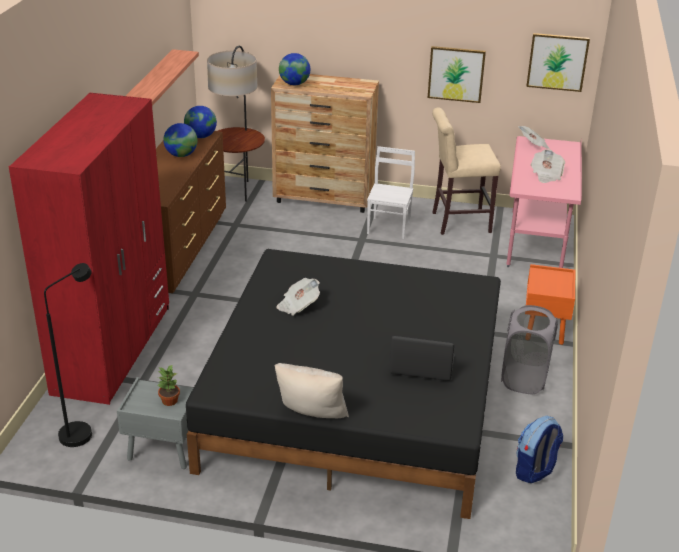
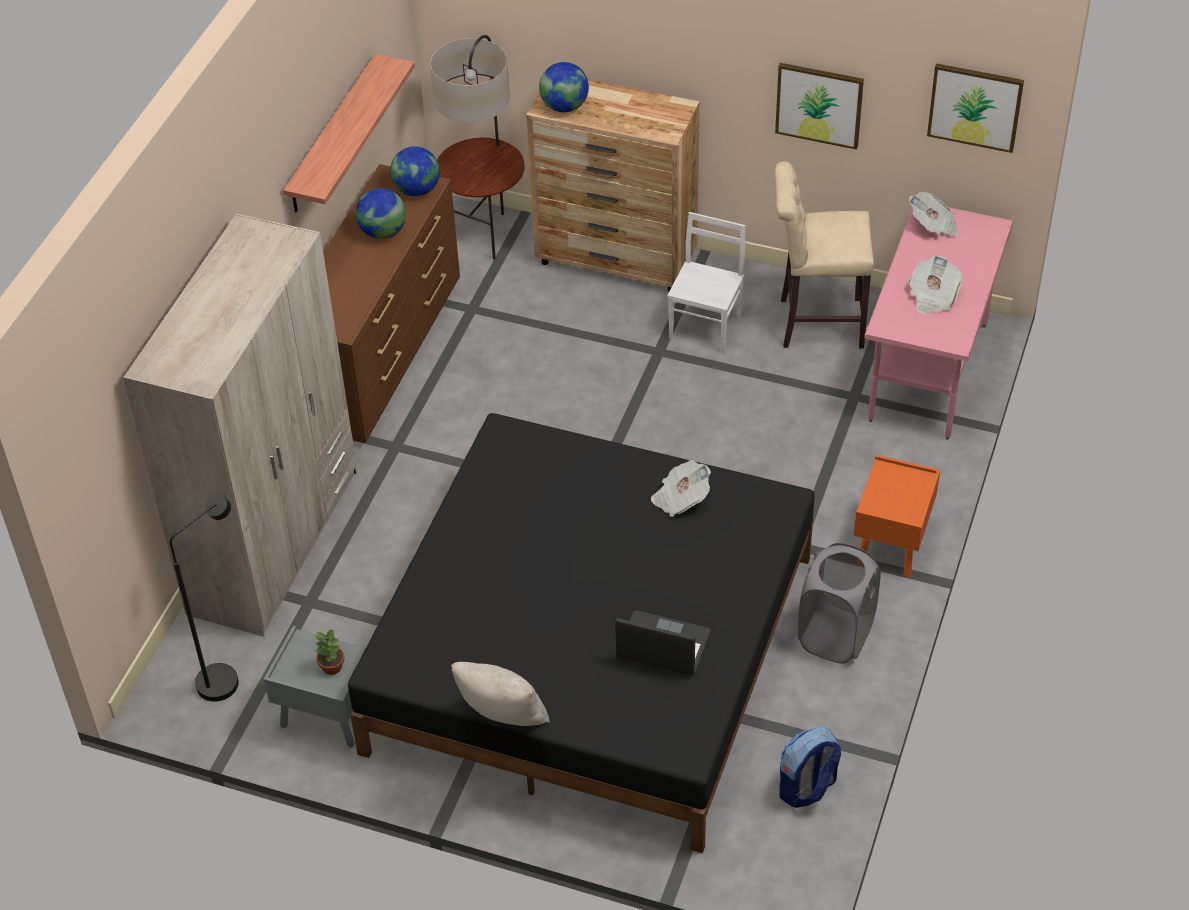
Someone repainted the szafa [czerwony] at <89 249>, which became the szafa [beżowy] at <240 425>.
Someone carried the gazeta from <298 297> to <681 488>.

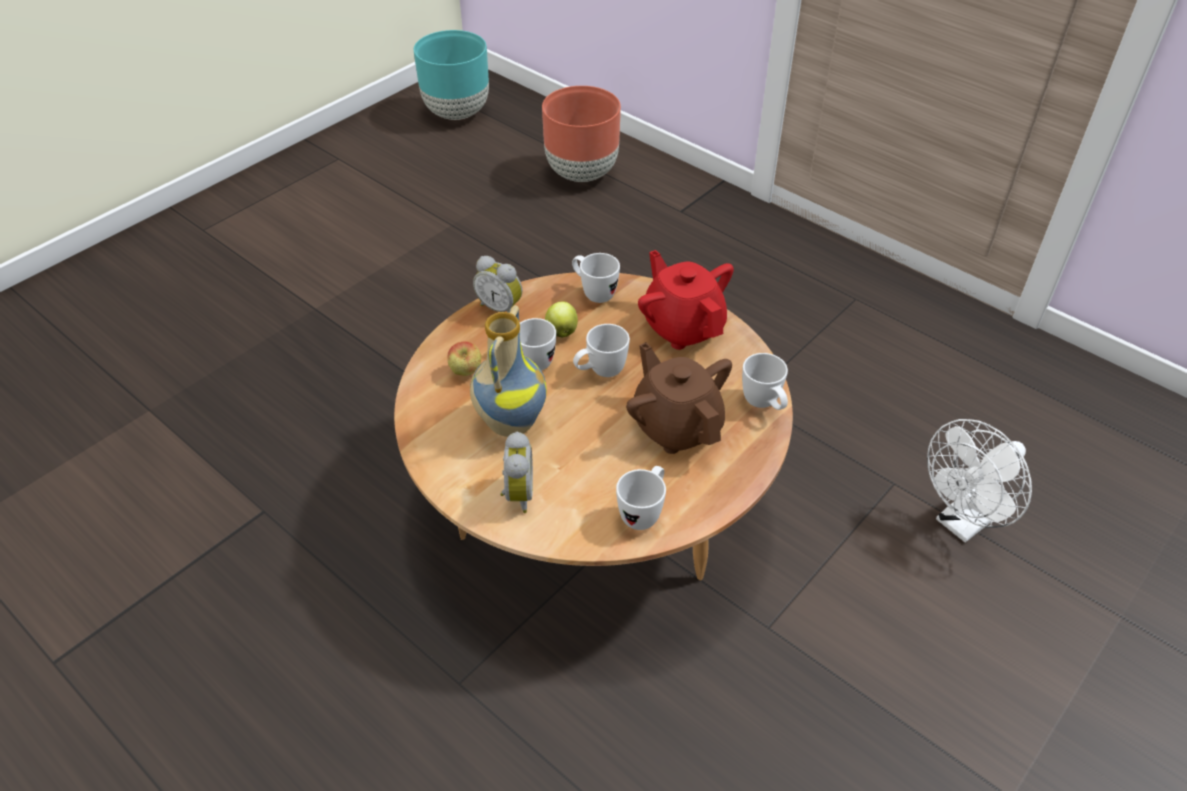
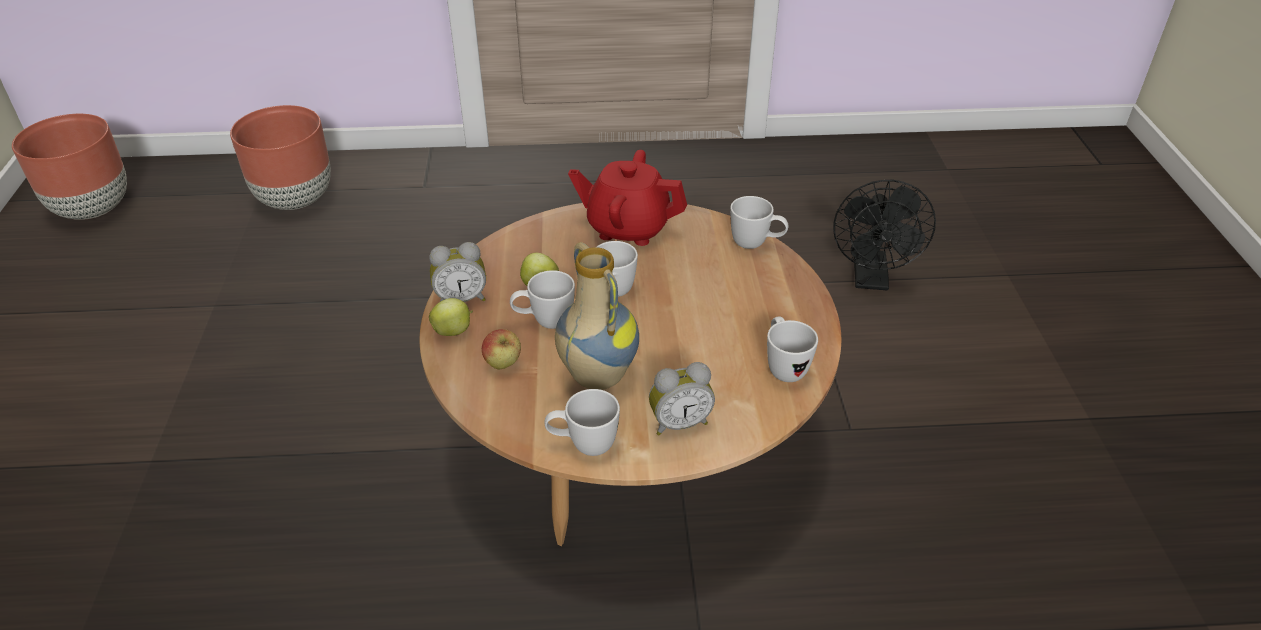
Someone repainted the donica [turkusowy] at <451 75>, which became the donica [brązowy] at <69 167>.
Someone put down the jabłko at <451 317>.
Someone carried the kubek [biały] from <596 278> to <582 422>.
Someone rotated the budzik at <516 472> by 120 degrees clockwise.
Someone repainted the wentylator [biały] at <979 481>, which became the wentylator [czarny] at <884 235>.
Someone took away the imbryk [brązowy] at <679 398>.

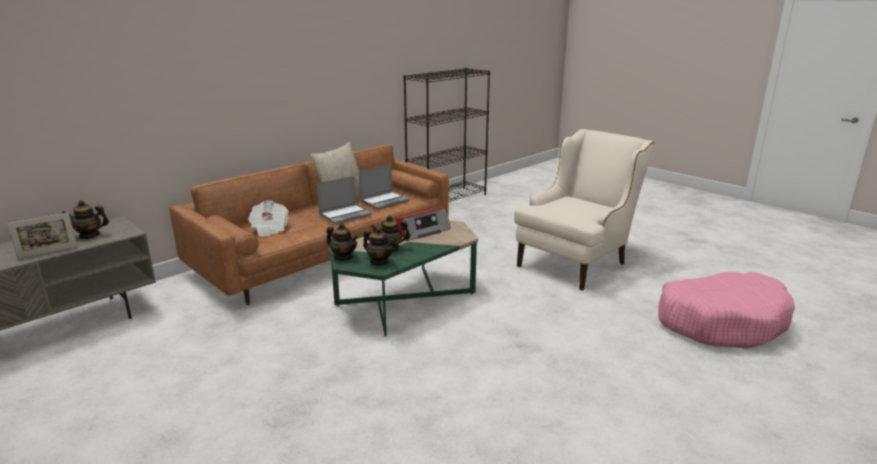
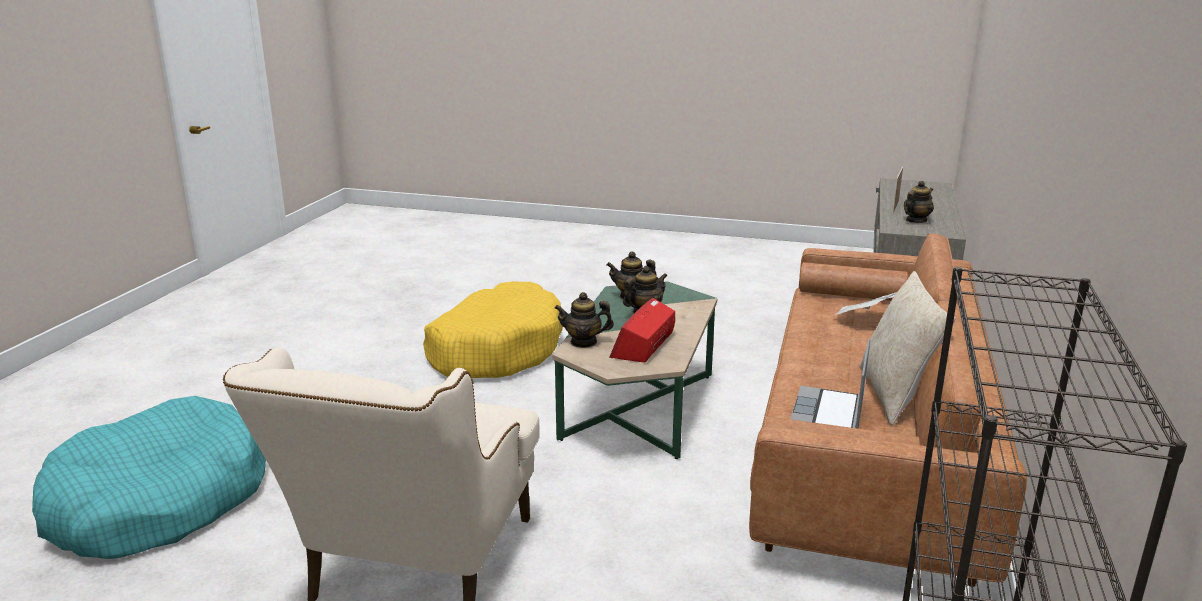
Someone repainted the legowisko [różowy] at <726 310>, which became the legowisko [turkusowy] at <149 477>.
Someone put down the legowisko [żółty] at <493 330>.
Someone carried the imbryk from <342 242> to <584 320>.
Someone took away the laptop at <344 200>.

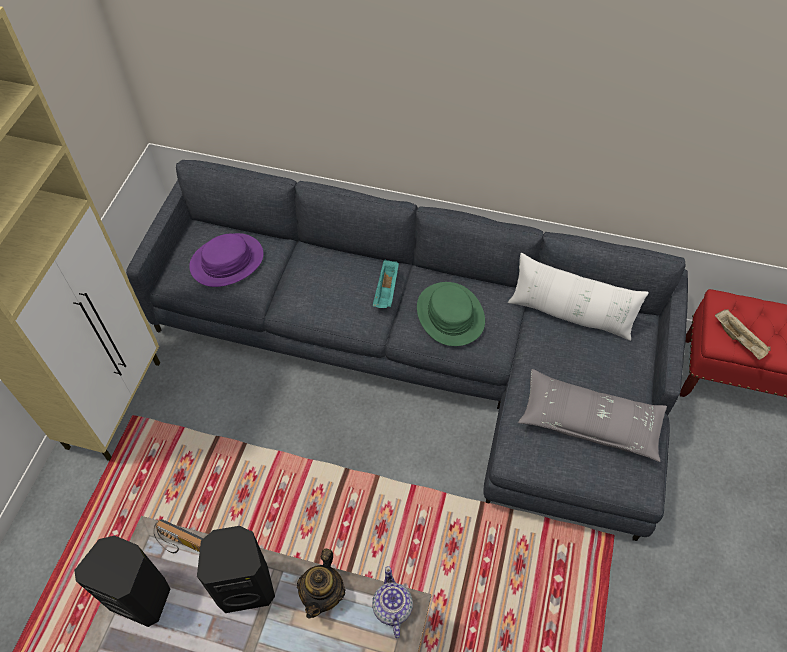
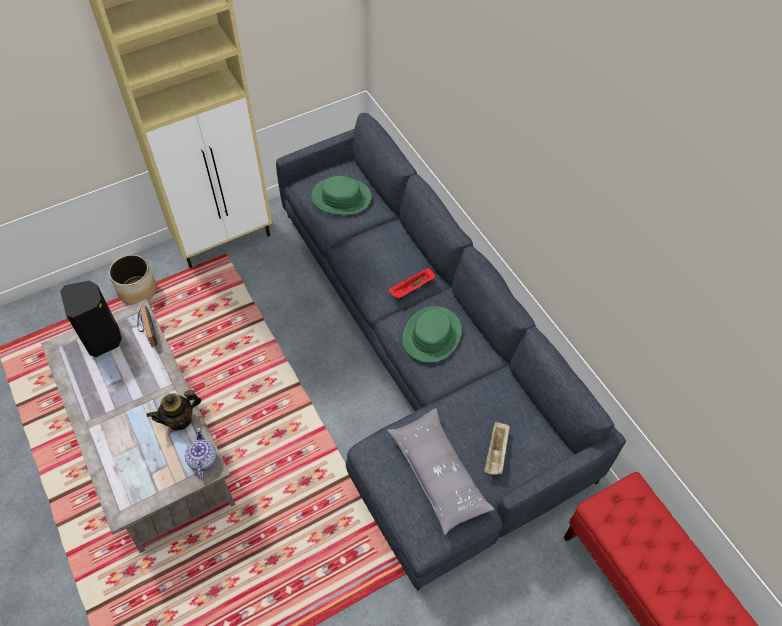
Someone put down the donica at <133 280>.
Someone rotated the imbryk at <392 602> by 45 degrees counterclockwise.
Someone repainted the kapelusz [fioletowy] at <226 260>, which became the kapelusz [zielony] at <342 195>.
Someone repainted the taca [turkusowy] at <386 283>, which became the taca [czerwony] at <411 283>.
Someone carried the taca [beżowy] from <743 334> to <497 448>.
Someone took away the głośnik [czarny] at <236 569>.
Someone took away the poduszka [biały] at <578 297>.

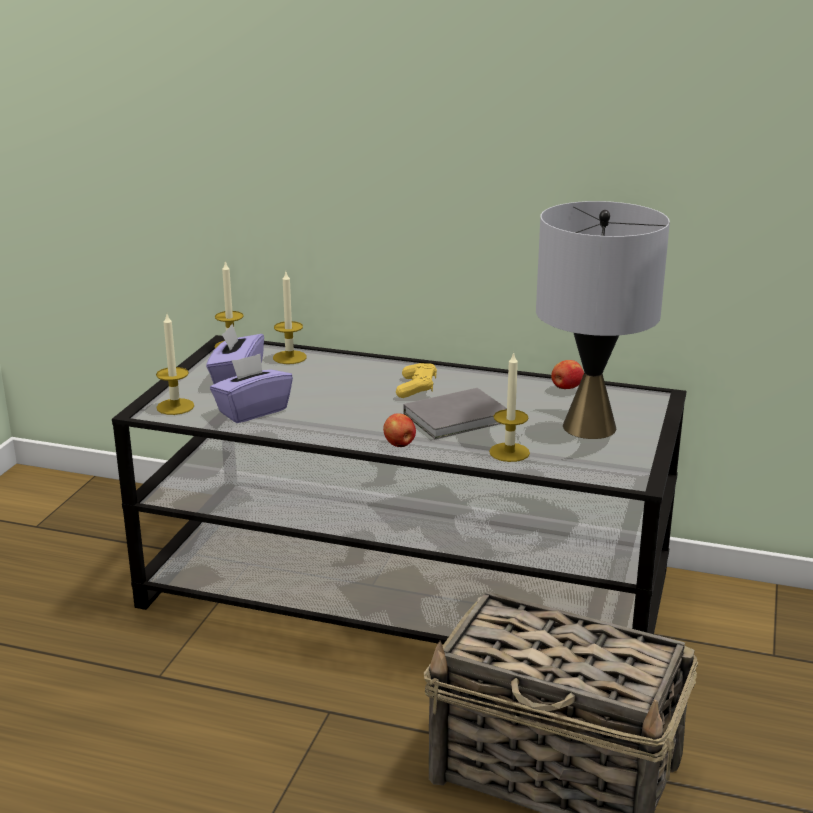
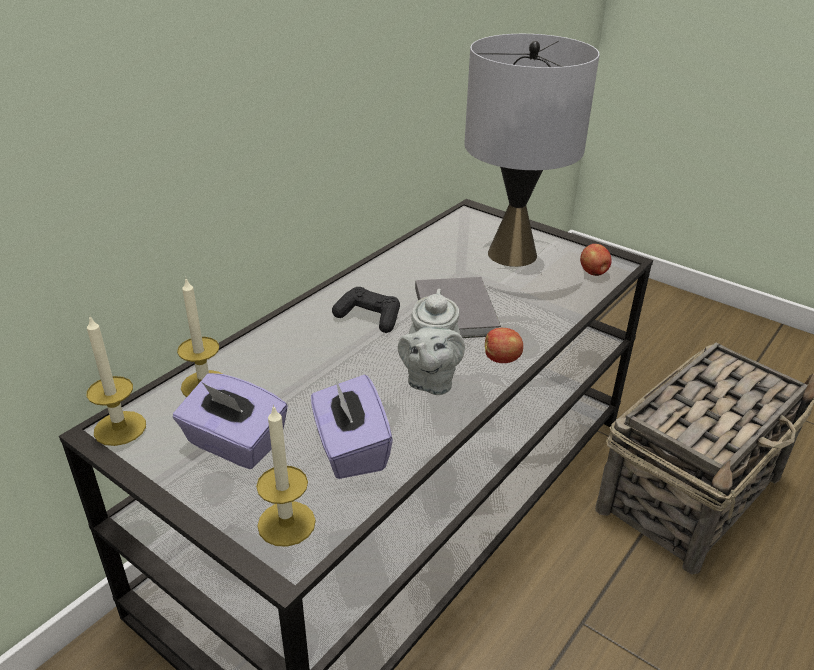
Someone repainted the pad do gier [żółty] at <416 380>, which became the pad do gier [czarny] at <366 310>.
Someone put down the imbryk [szary] at <431 342>.
Someone carried the jabłko from <567 374> to <596 260>.
Someone took away the świeca at <509 407>.

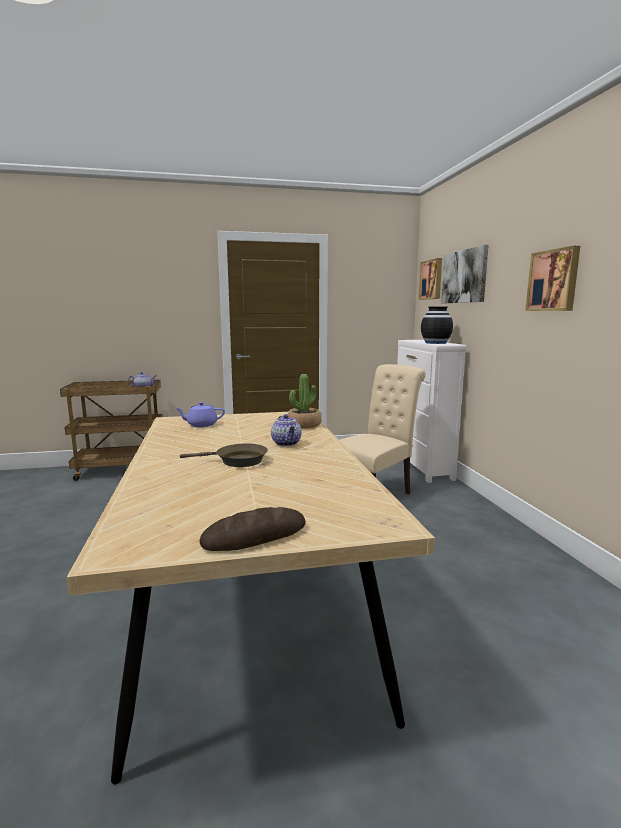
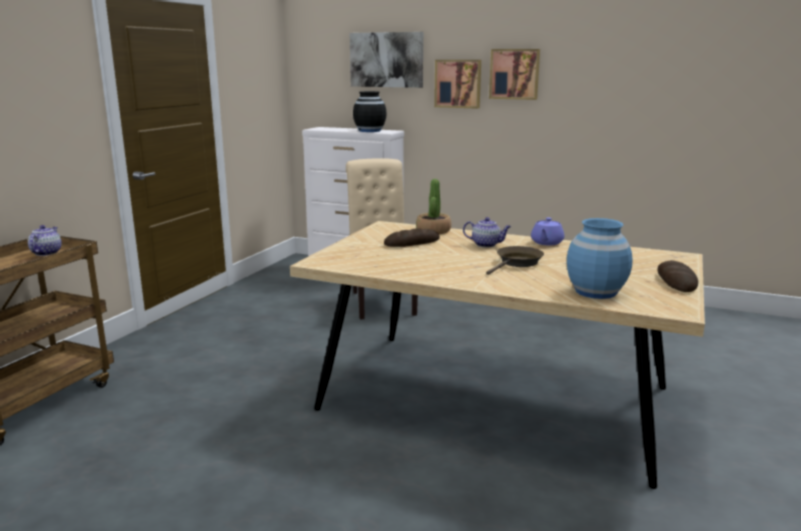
Someone put down the chleb at <412 237>.
Someone carried the obraz from <430 279> to <457 84>.
Someone carried the imbryk [fioletowy] from <200 414> to <547 231>.
Someone put down the wazon [niebieski] at <600 258>.

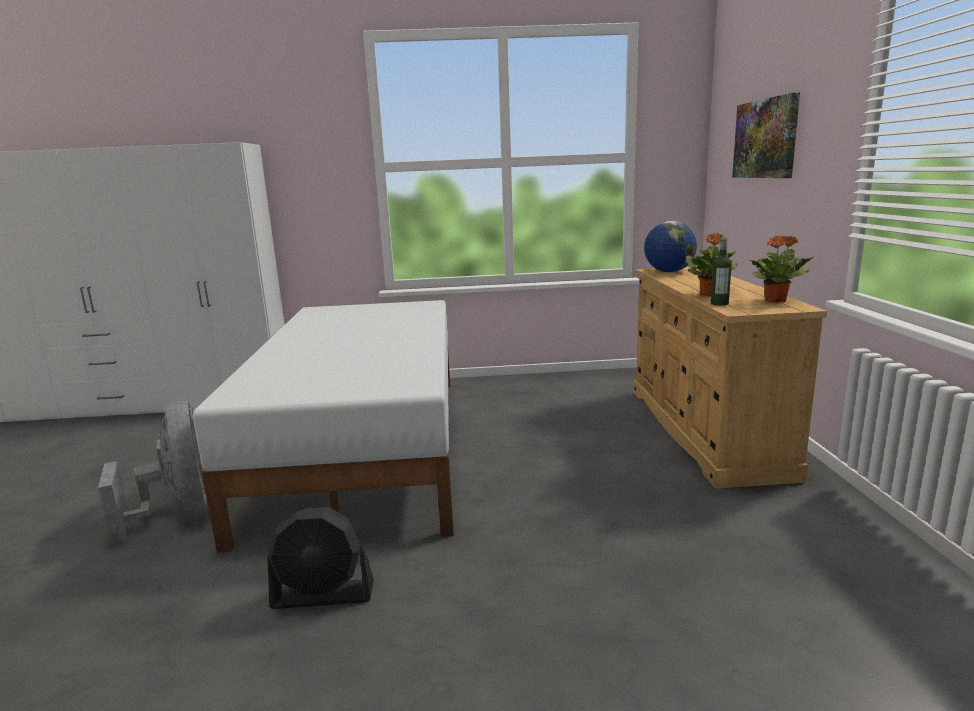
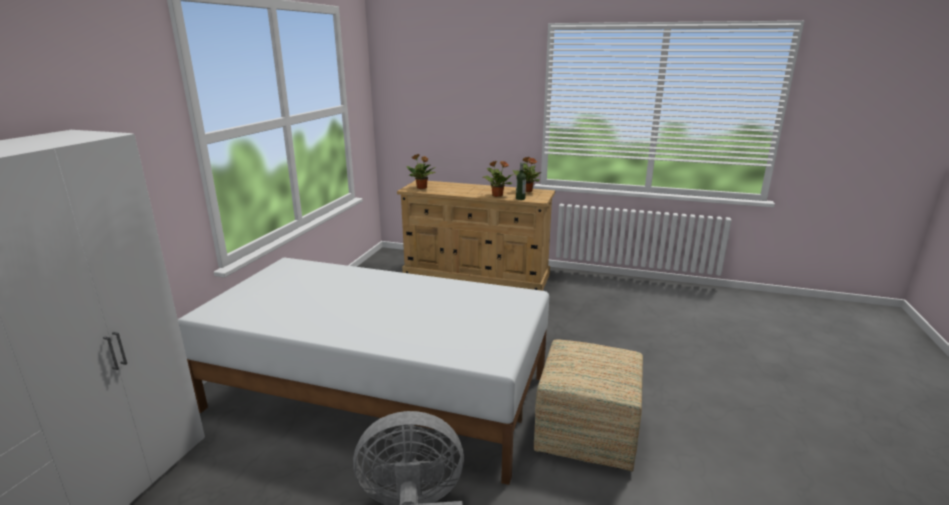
Someone swapped the globus at <670 246> for the roślina doniczkowa at <421 171>.
Someone swapped the wentylator [czarny] at <320 558> for the pufa at <588 405>.
Someone took away the obraz at <766 135>.

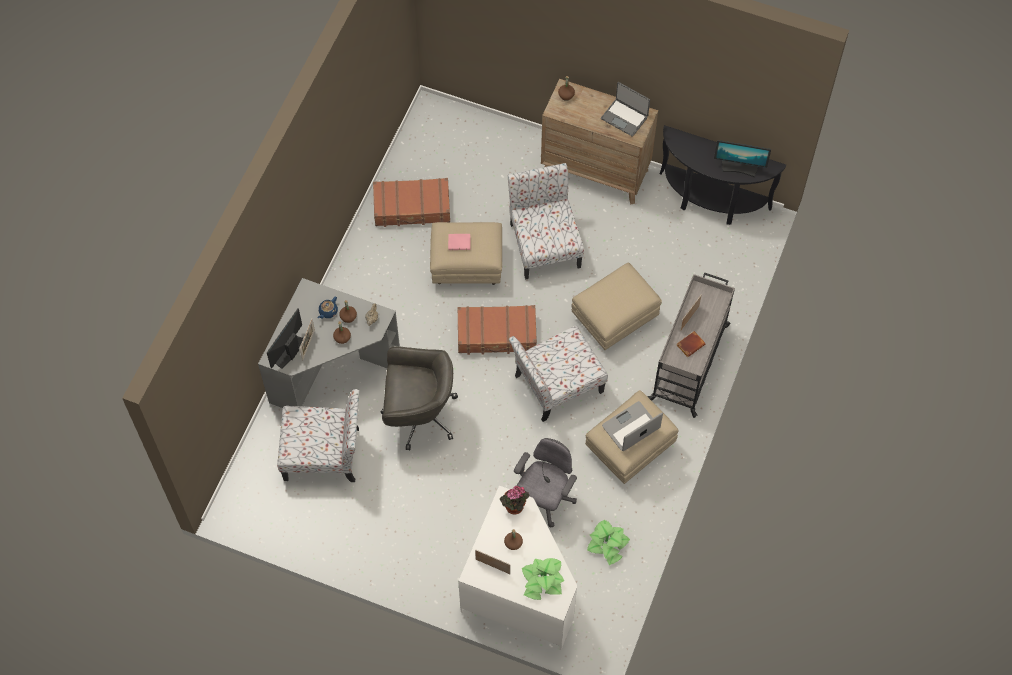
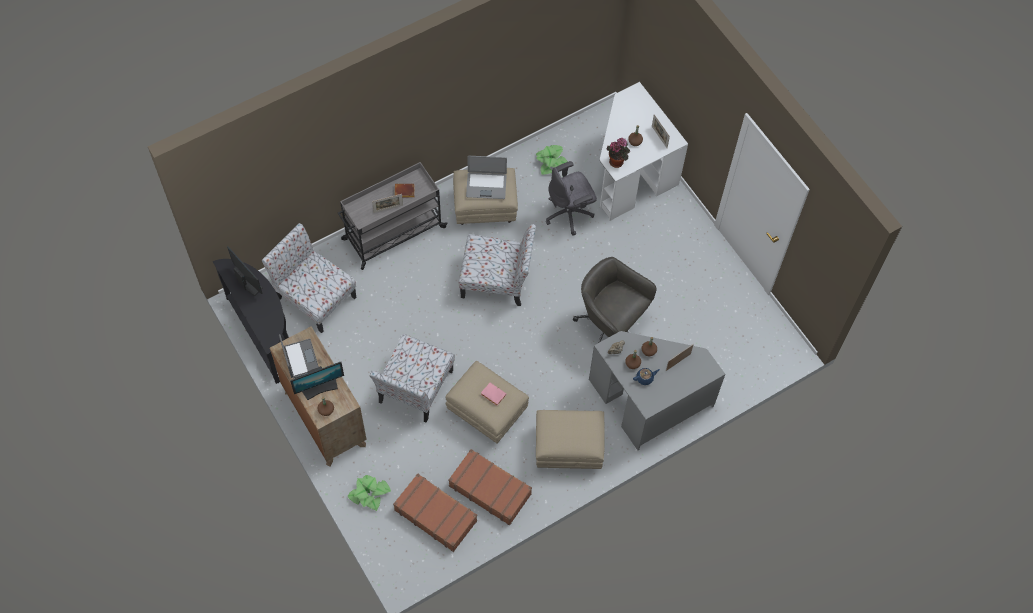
Someone carried the krzesło from <318 435> to <309 278>.
Someone carried the monitor from <285 338> to <317 381>.
Someone carried the roślina doniczkowa from <543 579> to <369 493>.
Someone carried the walizka [brązowy] from <497 330> to <435 512>.
Someone carried the pufa [beżowy] from <616 306> to <570 439>.

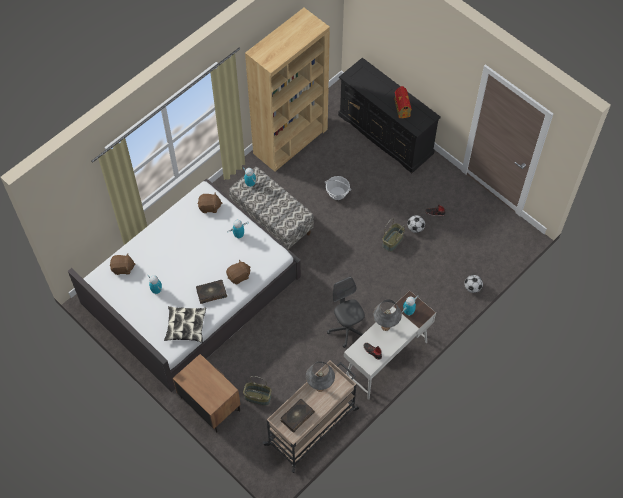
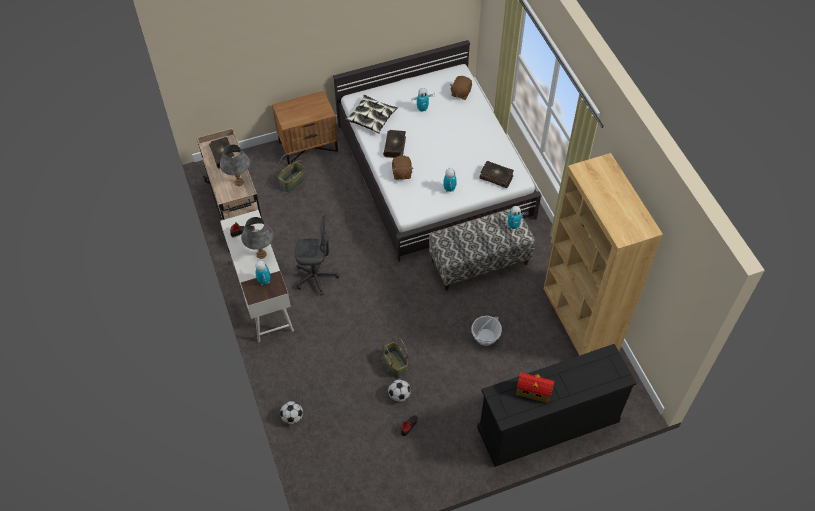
Someone swapped the pluszak [brązowy] at <210 202> for the książka at <497 174>.

